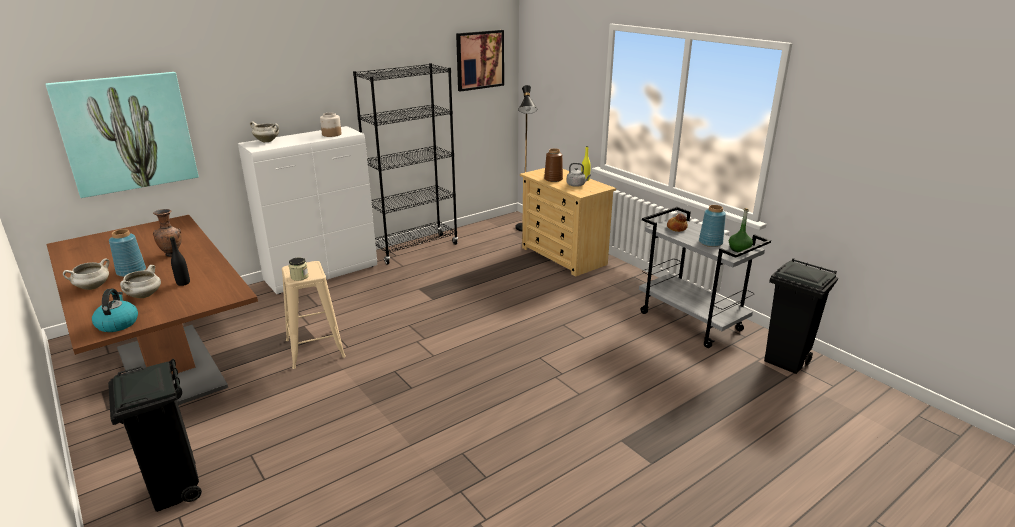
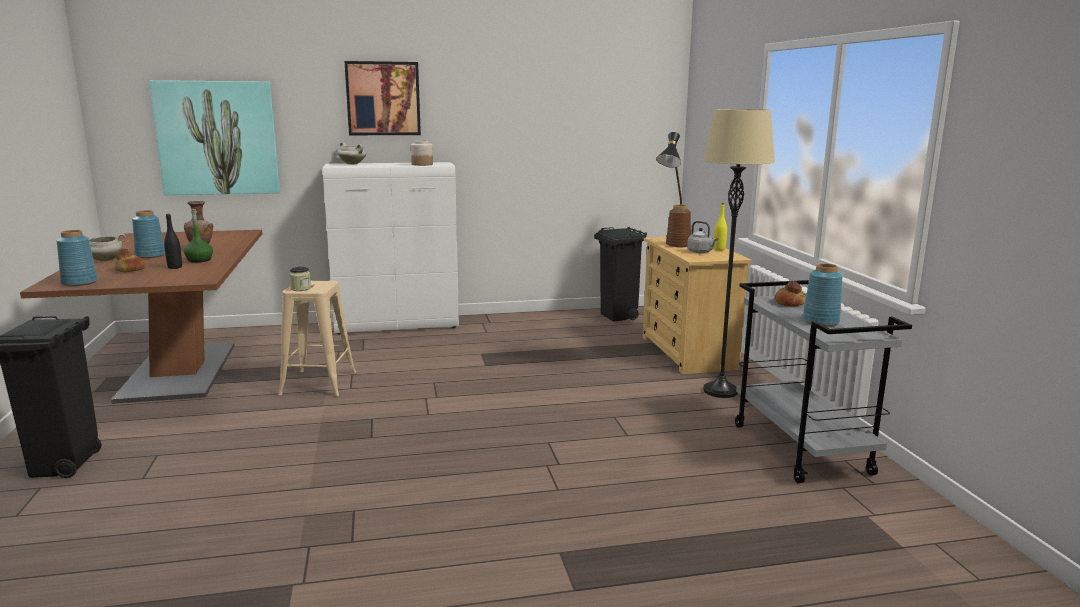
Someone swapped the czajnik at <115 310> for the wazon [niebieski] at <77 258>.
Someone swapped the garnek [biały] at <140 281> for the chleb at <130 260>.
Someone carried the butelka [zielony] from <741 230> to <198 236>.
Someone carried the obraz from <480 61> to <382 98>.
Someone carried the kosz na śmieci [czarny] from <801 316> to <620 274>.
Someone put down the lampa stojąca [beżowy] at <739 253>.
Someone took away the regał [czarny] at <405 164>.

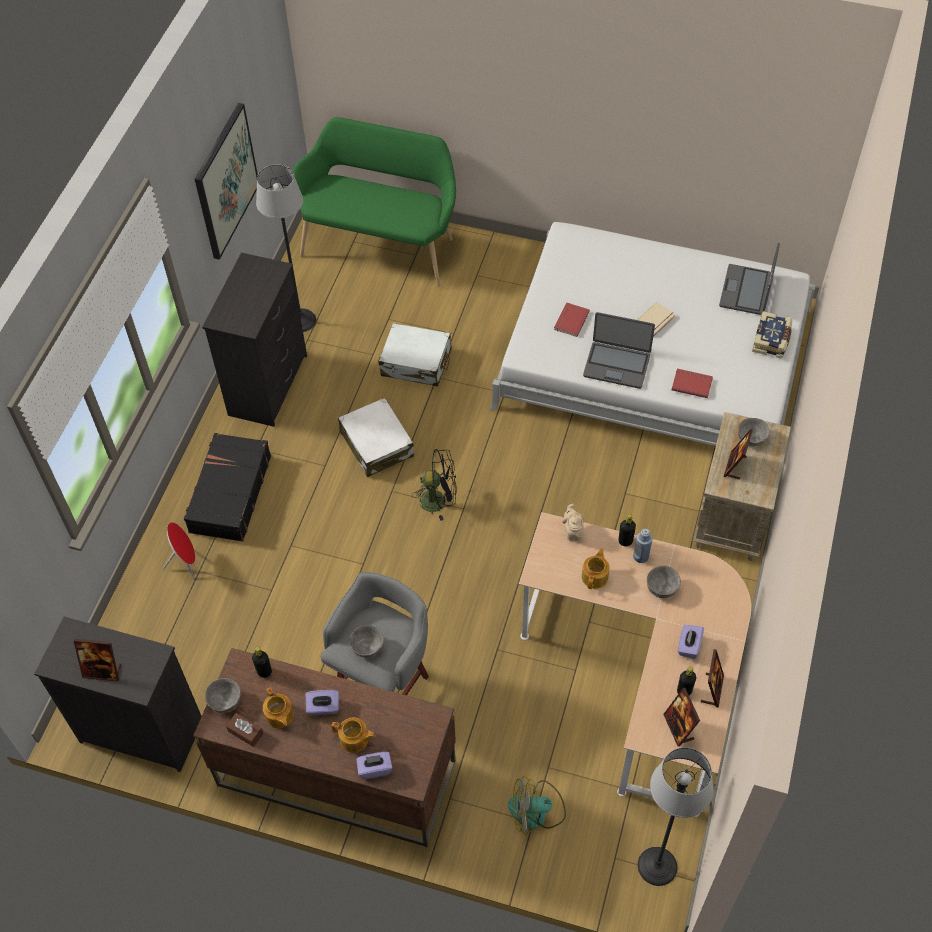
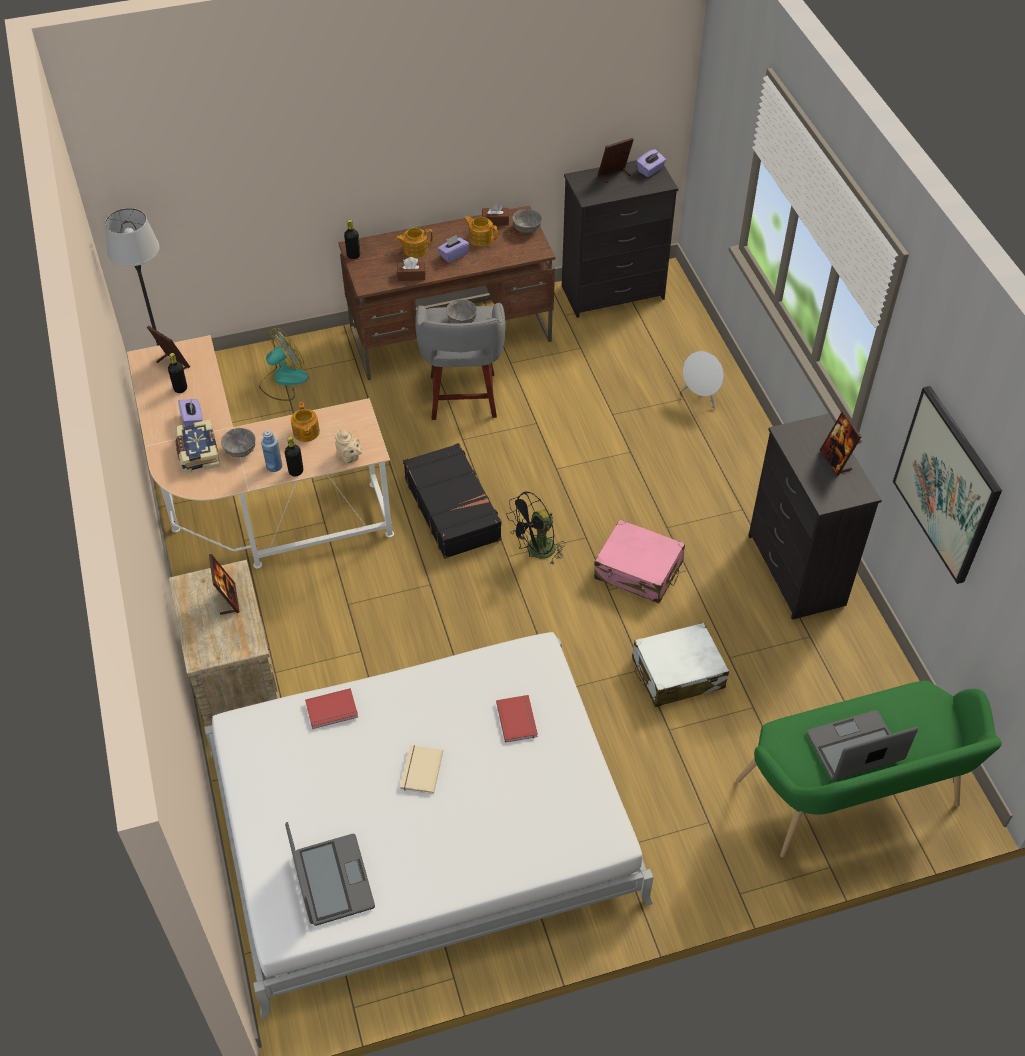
Someone carried the książka from <772 334> to <198 446>.
Someone carried the butelka [czarny] from <262 662> to <352 239>.
Someone put down the pudełko chusteczek [brązowy] at <411 269>.
Someone carried the walizka [czarny] from <227 487> to <452 501>.
Someone repainted the walizka [biały] at <376 437>, which became the walizka [różowy] at <639 561>.
Someone carried the pudełko chusteczek [fioletowy] from <374 766> to <651 163>.
Someone repainted the głośnik [czerwony] at <179 550>, which became the głośnik [biały] at <702 380>.
Someone carried the laptop from <619 350> to <862 745>.
Someone carried the ramka na zdjęcie from <712 678> to <840 443>.
Someone took away the lampa stojąca at <286 248>.
Someone took away the miska [szary] at <754 432>.

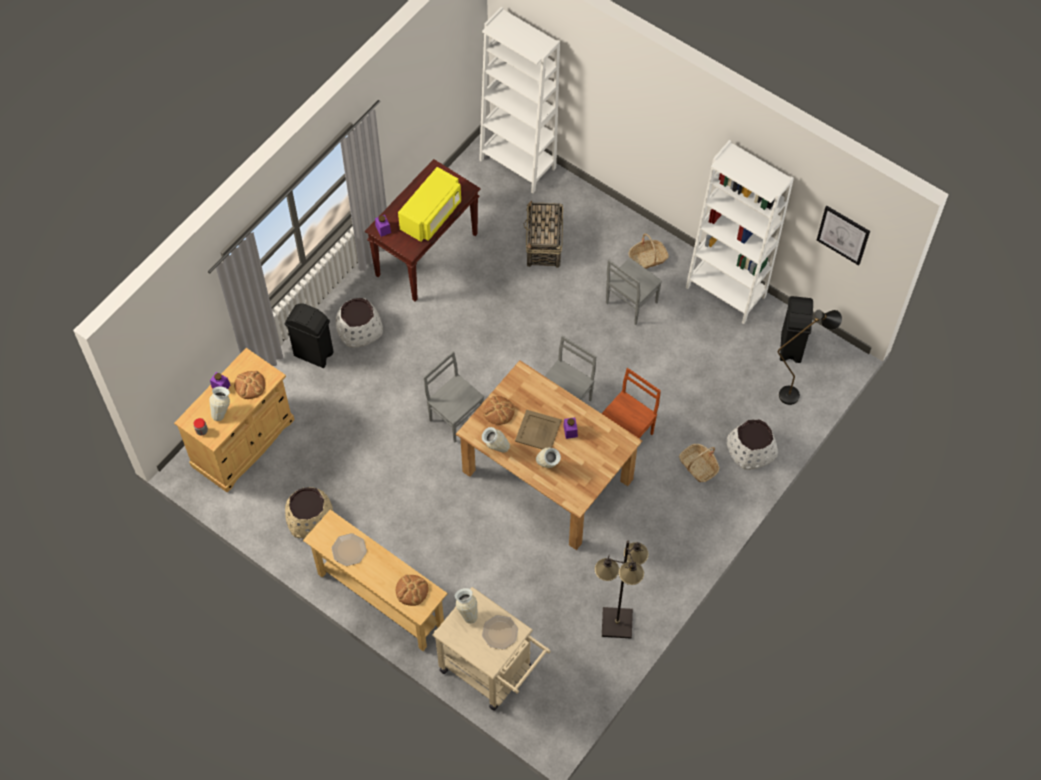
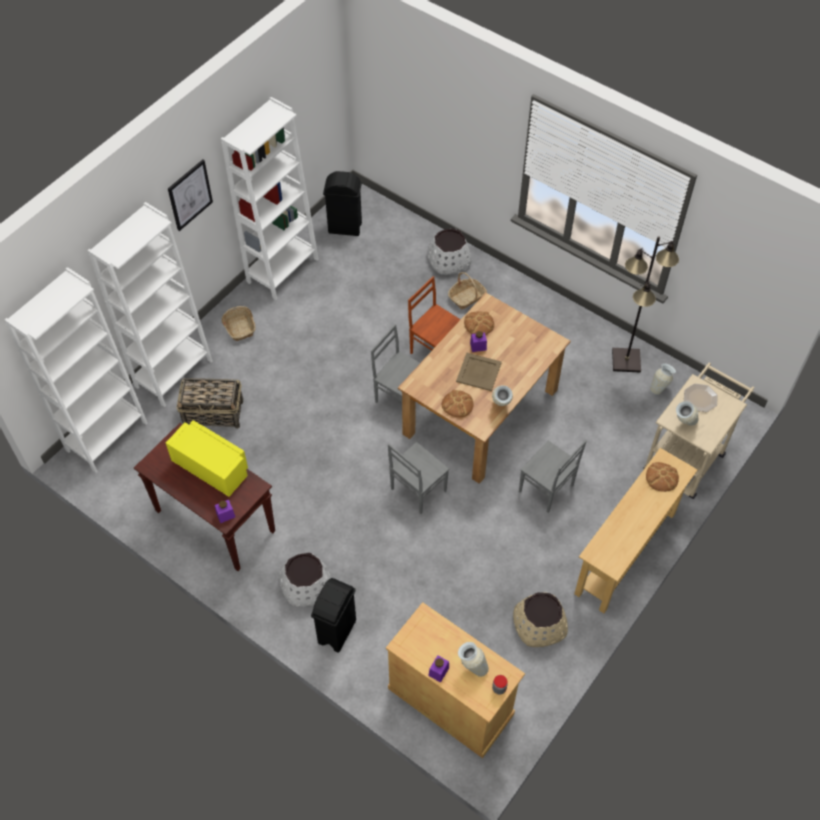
Someone put down the regał [biały] at <150 304>.
Someone carried the obraz from <843 235> to <190 195>.
Someone carried the chleb from <250 385> to <479 323>.
Someone carried the krzesło [szary] from <634 291> to <553 476>.
Someone carried the wazon from <548 457> to <663 379>.
Someone took away the talerz at <349 549>.
Someone took away the lampa stojąca [czarny] at <810 357>.

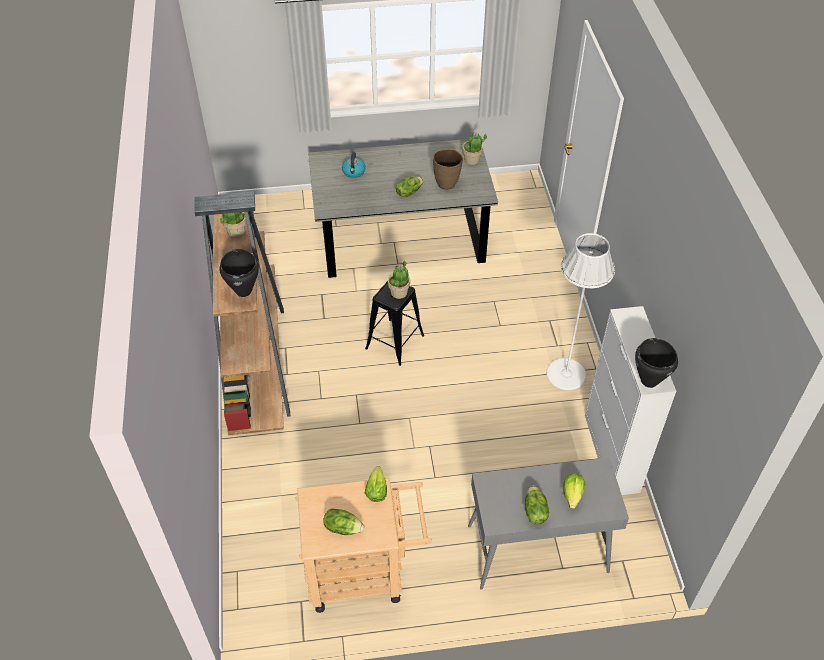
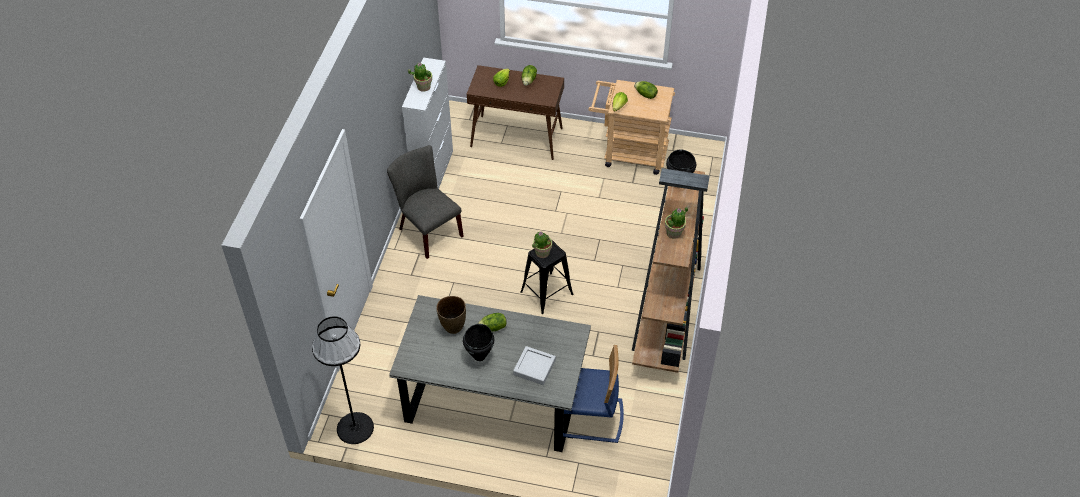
Someone put down the lampa stojąca [czarny] at <343 380>.
Someone swapped the lampa stojąca [biały] at <580 311> for the krzesło [szary] at <425 202>.
Someone carried the roślina doniczkowa from <474 149> to <420 76>.
Someone carried the garnek [czarny] from <656 363> to <478 342>.
Someone repainted the stolik konsolowy [szary] at <548 524>, which became the stolik konsolowy [brązowy] at <515 112>.
Someone swapped the czajnik at <354 165> for the taca [szary] at <534 365>.
Someone put down the krzesło [niebieski] at <593 394>.

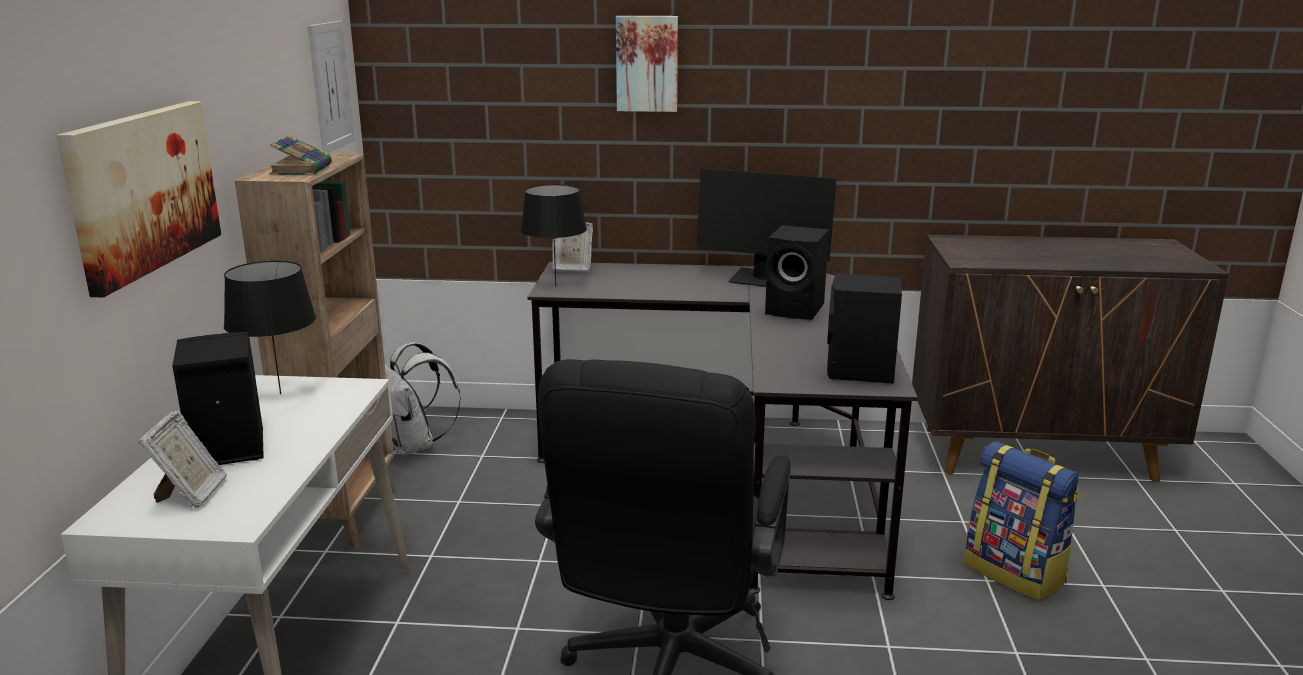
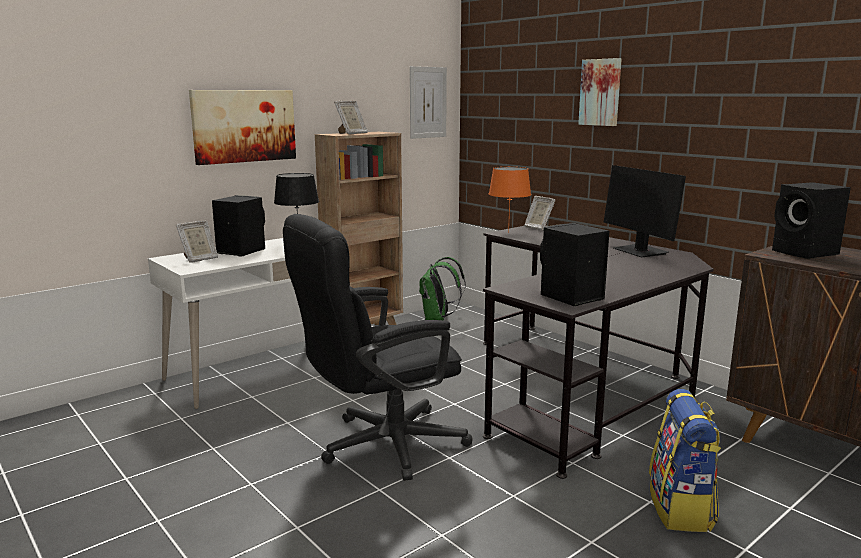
Someone swapped the książka at <300 155> for the ramka na zdjęcie at <351 117>.
Someone repainted the plecak [biały] at <423 399>, which became the plecak [zielony] at <442 288>.
Someone repainted the lampa stołowa [czarny] at <554 235>, which became the lampa stołowa [pomarańczowy] at <510 199>.
Someone carried the głośnik [czarny] from <797 272> to <811 220>.

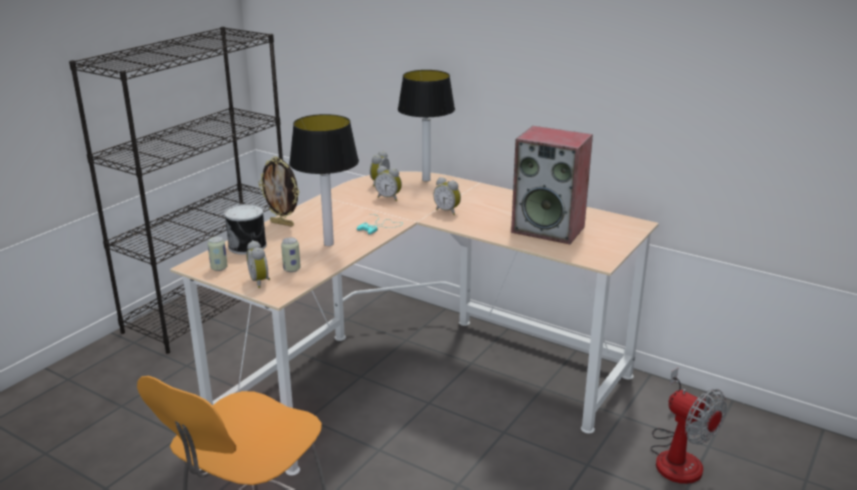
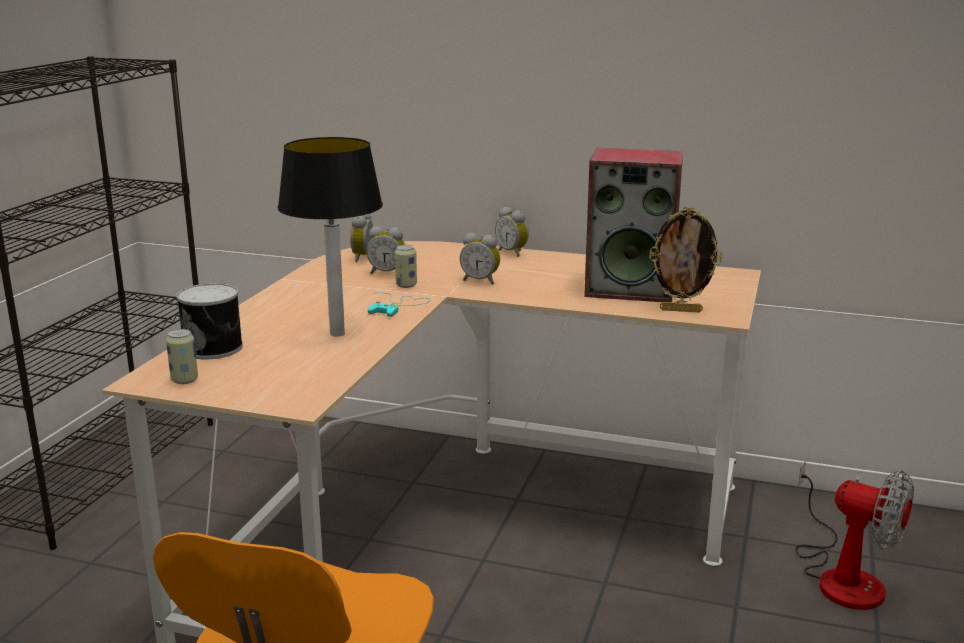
Someone carried the puszka from <291 255> to <406 266>.
Someone carried the budzik from <258 264> to <512 232>.
Someone carried the ramka na zdjęcie from <278 191> to <685 260>.
Someone took away the lampa stołowa at <426 126>.

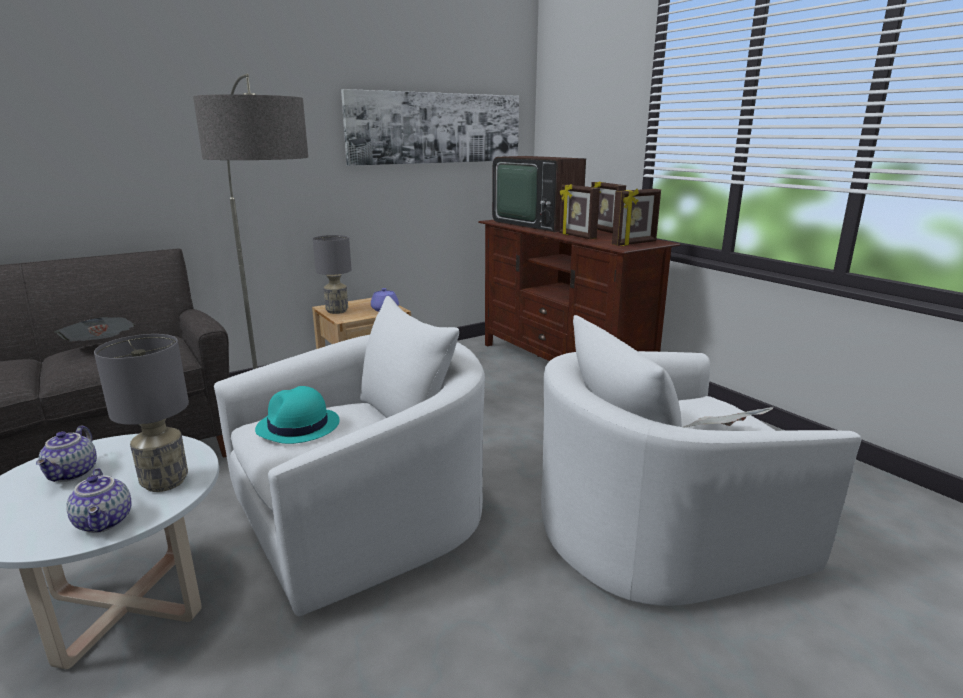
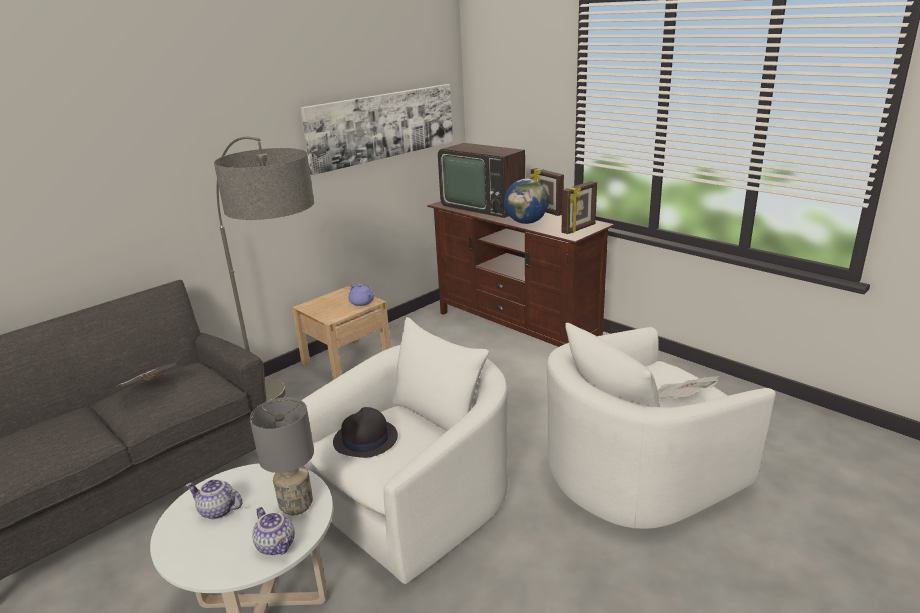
Someone rotated the imbryk at <66 454> by 120 degrees clockwise.
Someone repainted the kapelusz [turkusowy] at <297 415>, which became the kapelusz [czarny] at <365 432>.
Someone swapped the ramka na zdjęcie at <579 211> for the globus at <526 201>.
Someone took away the lampa stołowa [szary] at <332 274>.

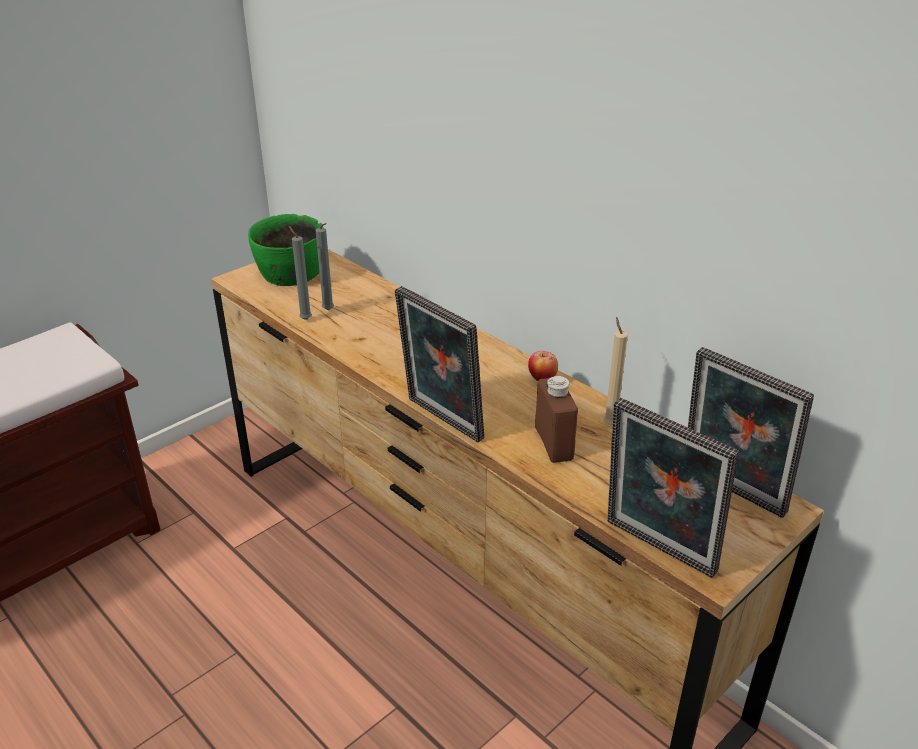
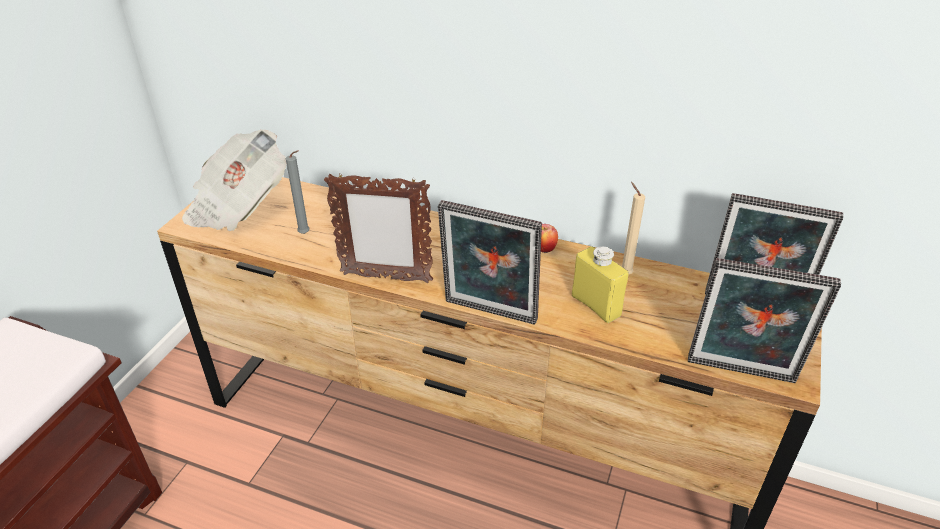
Someone swapped the miska [zielony] at <285 250> for the gazeta at <234 180>.
Someone put down the ramka na zdjęcie at <378 228>.
Someone repainted the butelka [brązowy] at <556 419>, which became the butelka [żółty] at <600 284>.
Someone took away the świeca [szary] at <300 273>.

